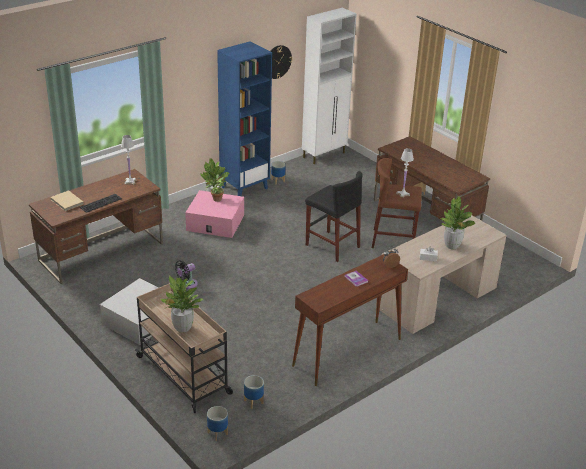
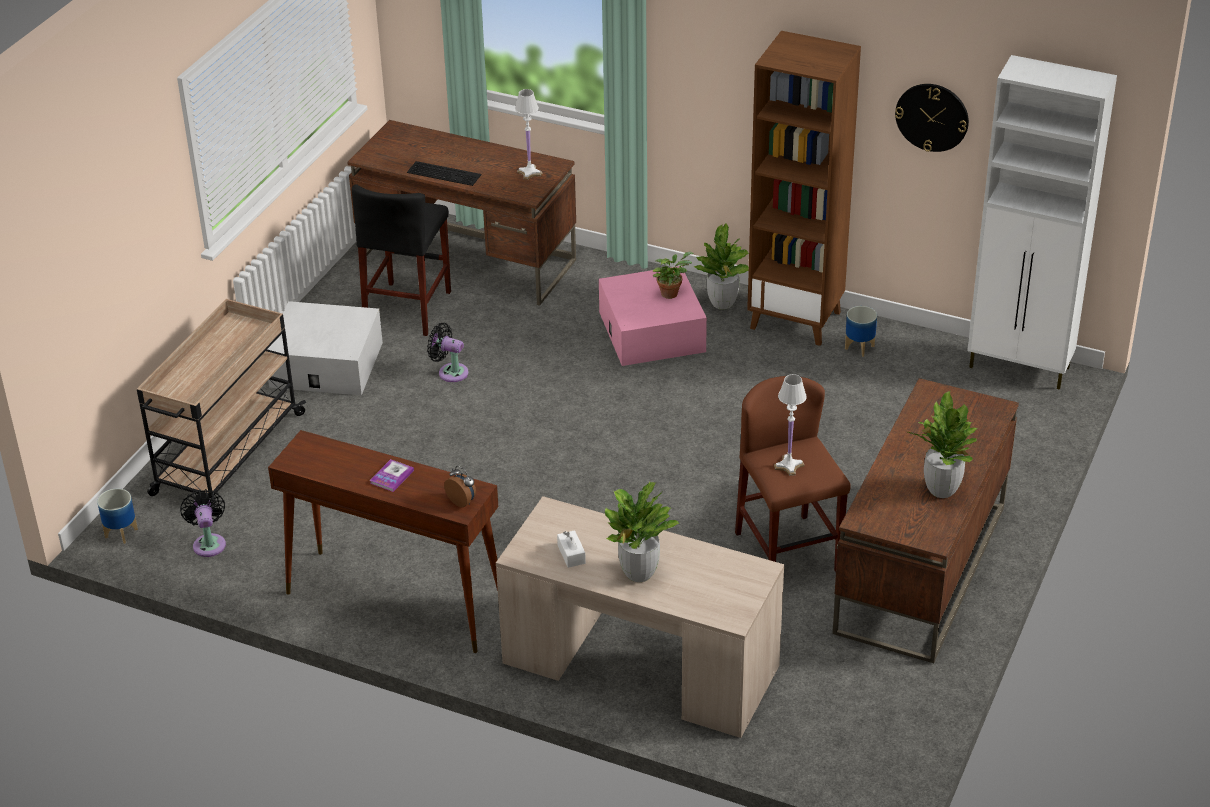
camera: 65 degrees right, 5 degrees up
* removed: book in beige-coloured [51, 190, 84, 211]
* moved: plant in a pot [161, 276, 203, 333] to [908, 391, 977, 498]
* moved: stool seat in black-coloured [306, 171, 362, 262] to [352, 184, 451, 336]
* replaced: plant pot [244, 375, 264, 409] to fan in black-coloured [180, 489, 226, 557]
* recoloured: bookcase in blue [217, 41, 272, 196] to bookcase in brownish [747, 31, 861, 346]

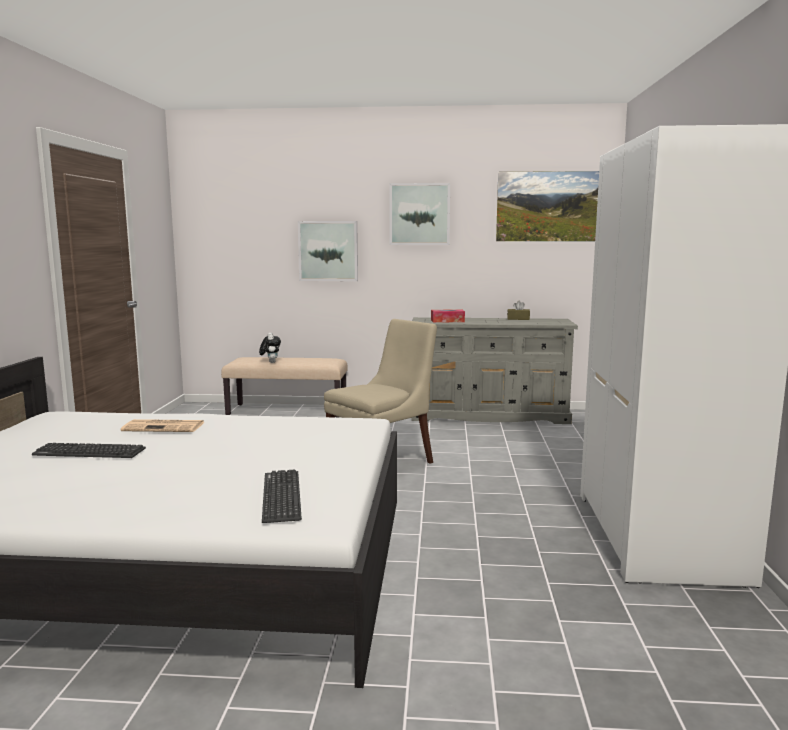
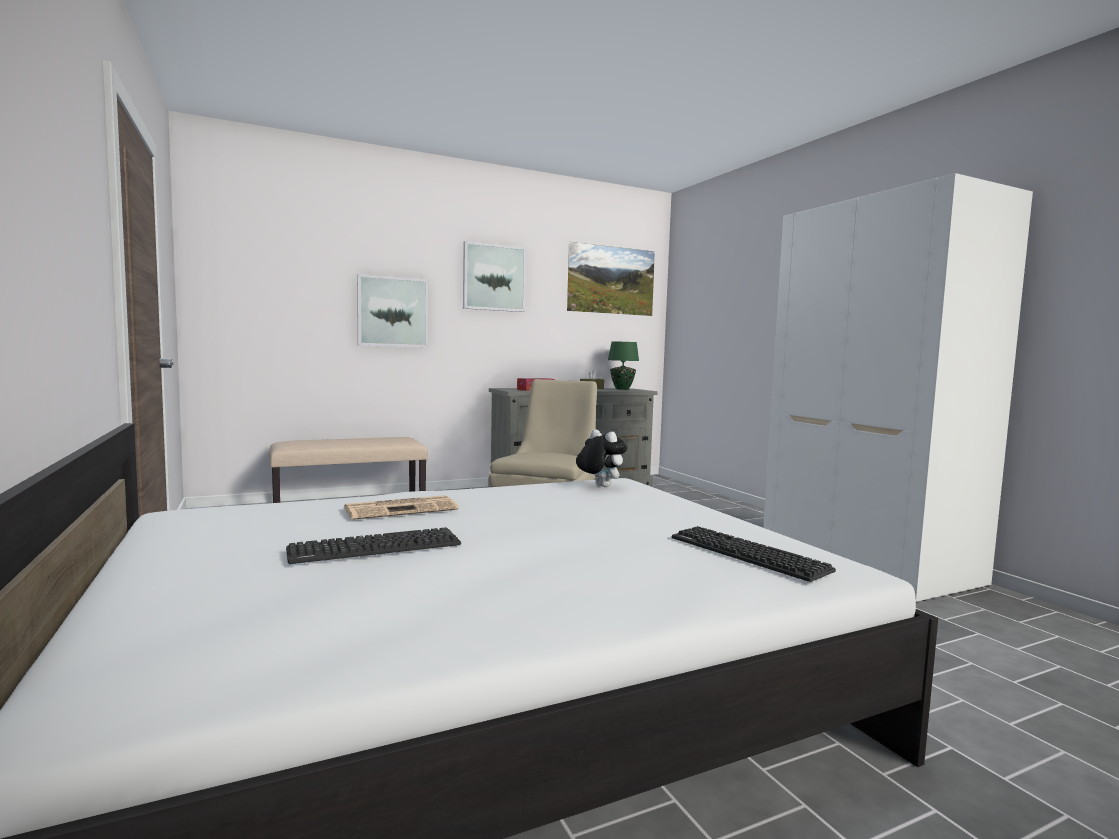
camera: 30 degrees left, 5 degrees down
* added: table lamp in green [608, 342, 639, 390]
* moved: cuddly toy [259, 333, 281, 363] to [576, 429, 627, 487]

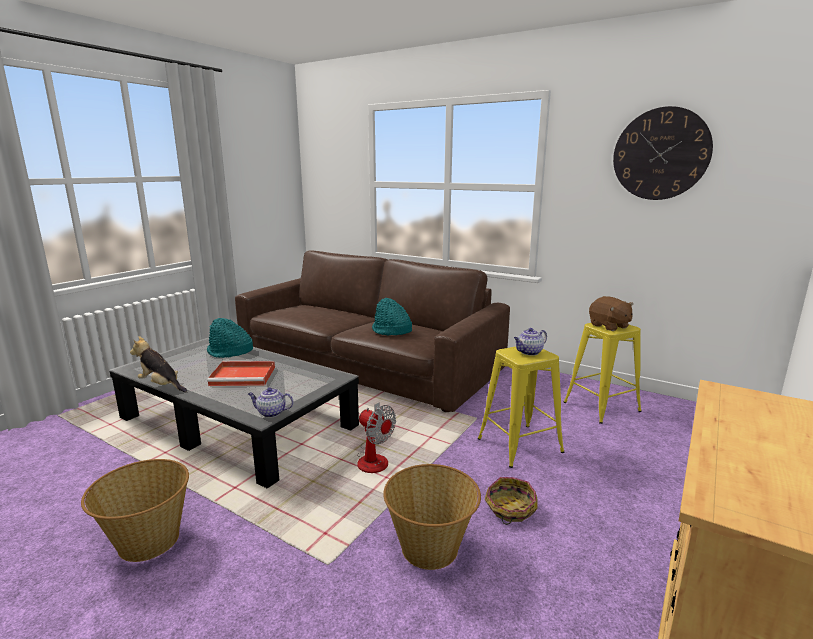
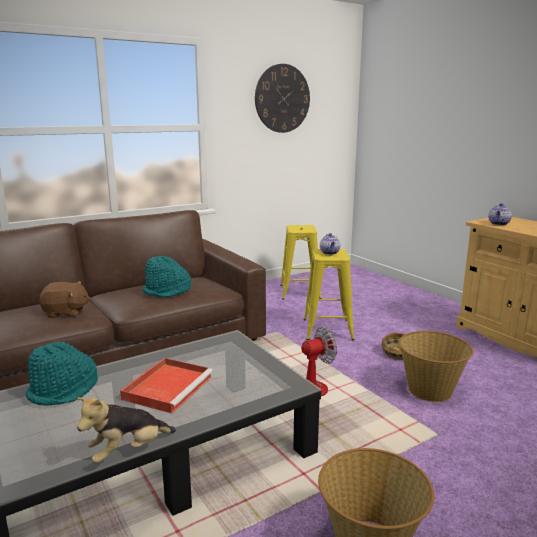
camera: 65 degrees left, 0 degrees up
* moved: teapot [248, 387, 294, 418] to [488, 203, 512, 225]
* moved: cuddly toy in brownish [589, 296, 633, 331] to [39, 281, 91, 318]

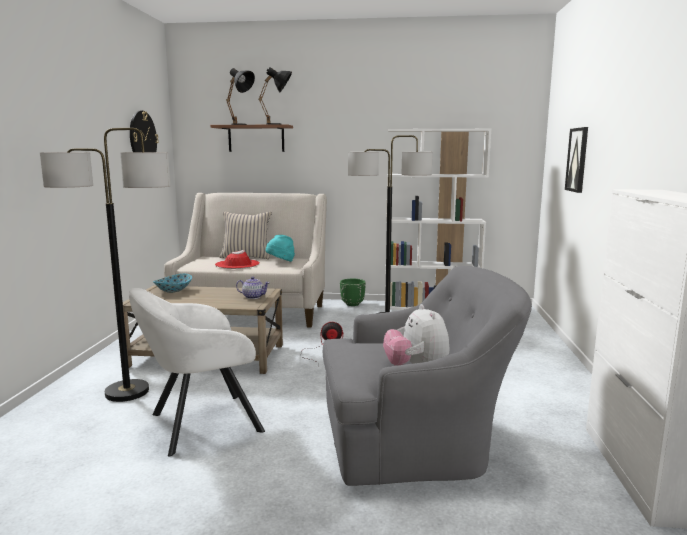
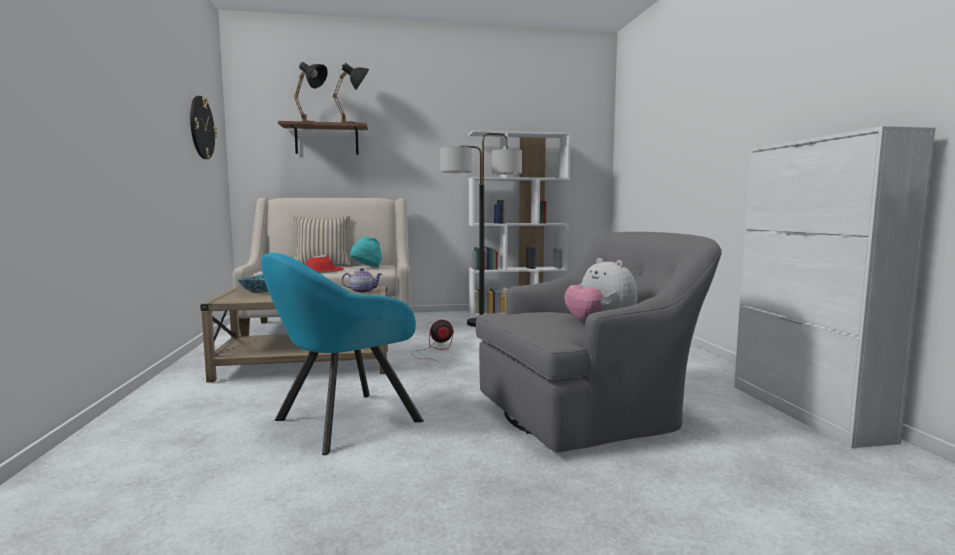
camera: 15 degrees left, 5 degrees down
* removed: floor lamp [40, 128, 170, 402]
* removed: plant pot in green [340, 279, 366, 306]
* removed: picture [565, 127, 588, 193]
* recoloured: easy chair in whitish [129, 288, 265, 456] to easy chair in turquoise-coloured [261, 253, 424, 455]

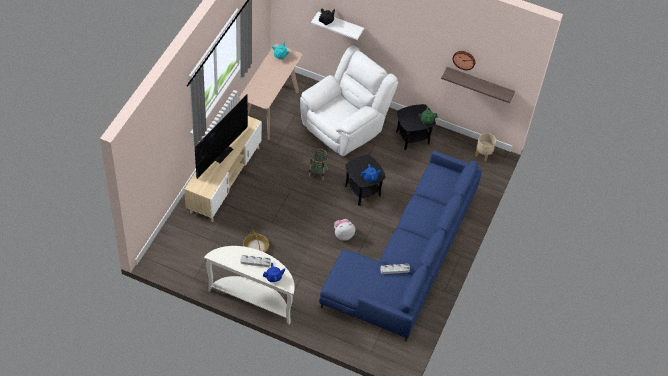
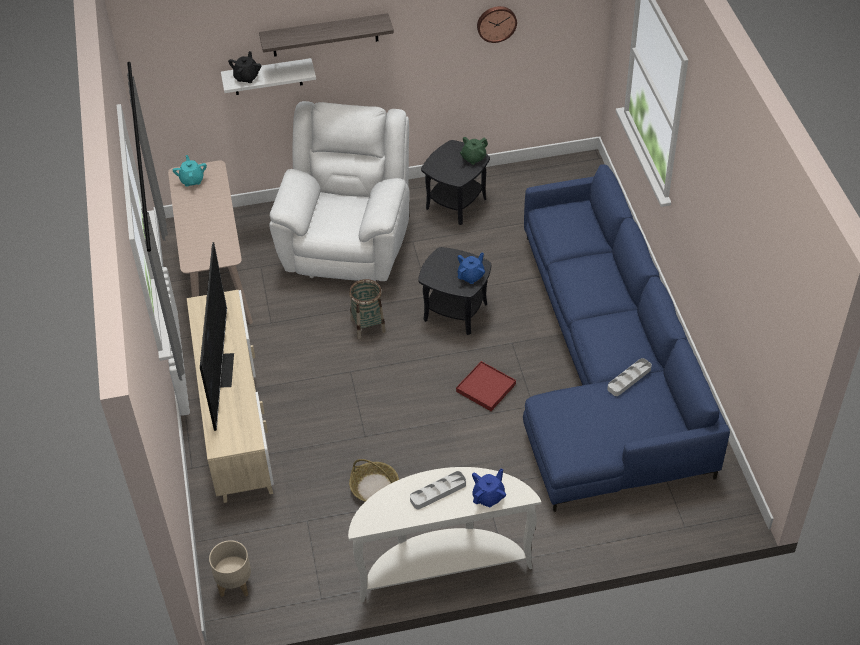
camera: 30 degrees left, 5 degrees down
* moved: wall shelf [441, 67, 515, 103] to [259, 13, 394, 57]
* moved: plant pot in beige-coloured [475, 133, 496, 162] to [209, 540, 251, 597]
* replaced: cuddly toy [334, 219, 355, 241] to tray in reddish [456, 361, 516, 411]

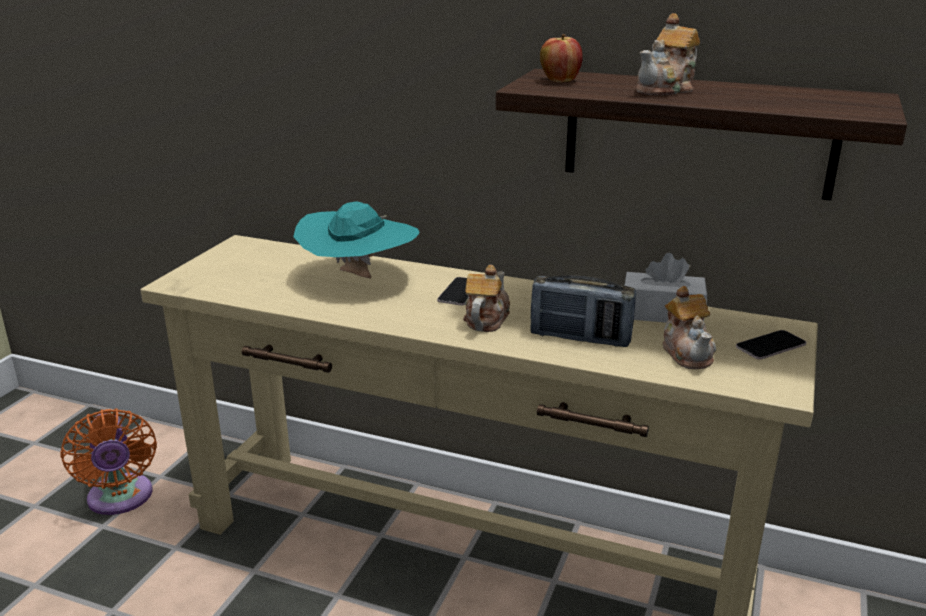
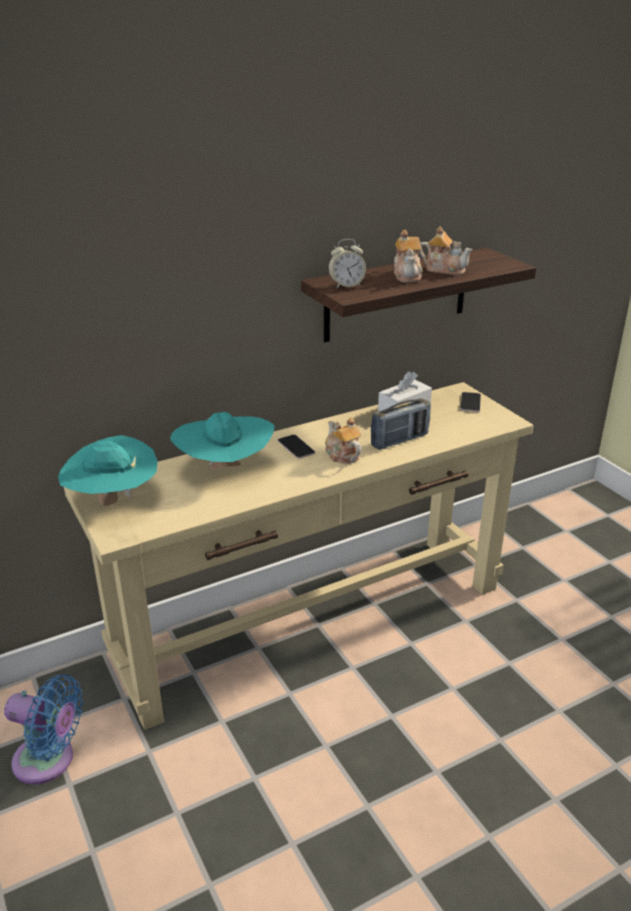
camera: 50 degrees left, 5 degrees up
* added: clothing hat in turquoise-coloured [58, 435, 158, 506]
* moved: teapot [663, 286, 716, 369] to [419, 226, 473, 275]
* replaced: whole apple [540, 34, 583, 82] to bedside clock [328, 239, 366, 289]
* recoloured: fan in orange-coloured [60, 408, 157, 515] to fan in blue [4, 674, 83, 785]

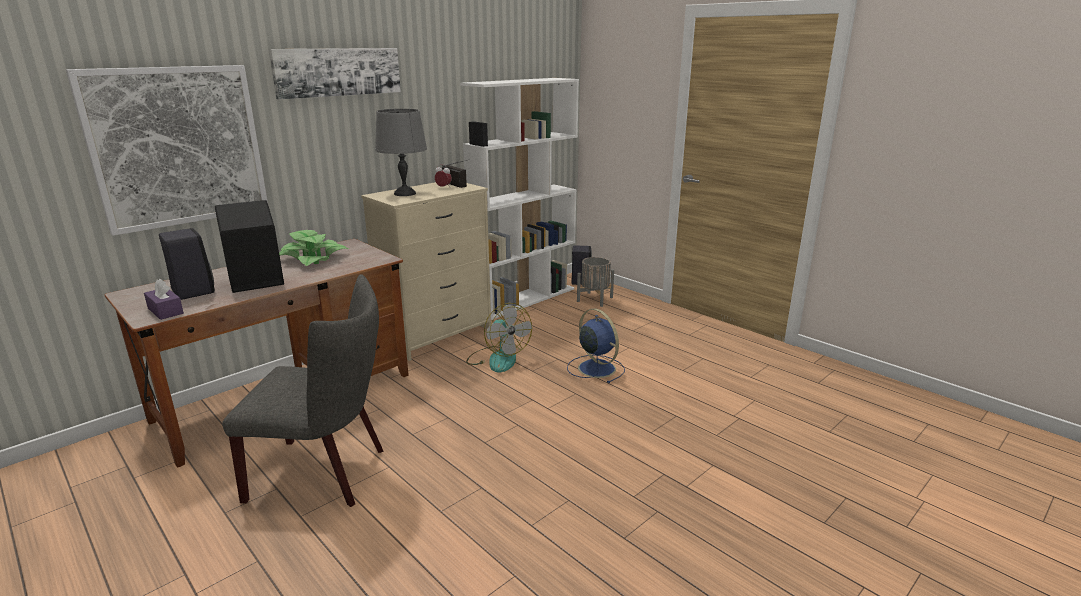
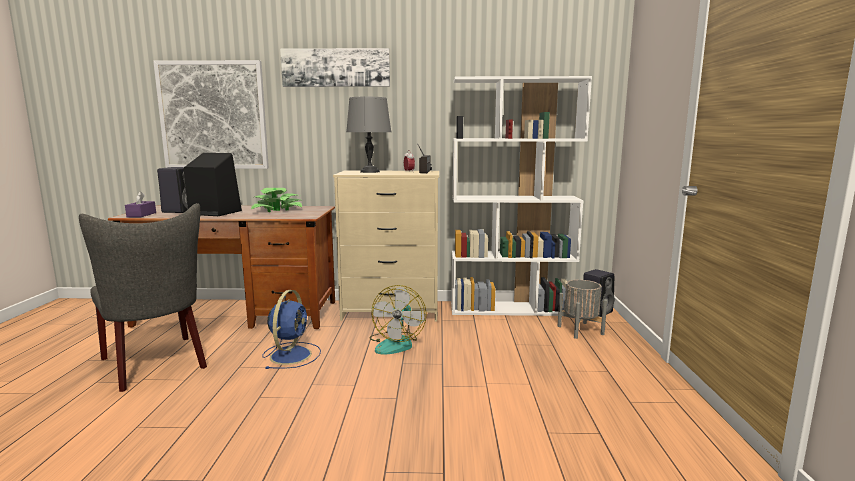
camera: 45 degrees right, 10 degrees down
* moved: fan in blue [567, 308, 625, 383] to [262, 290, 321, 369]

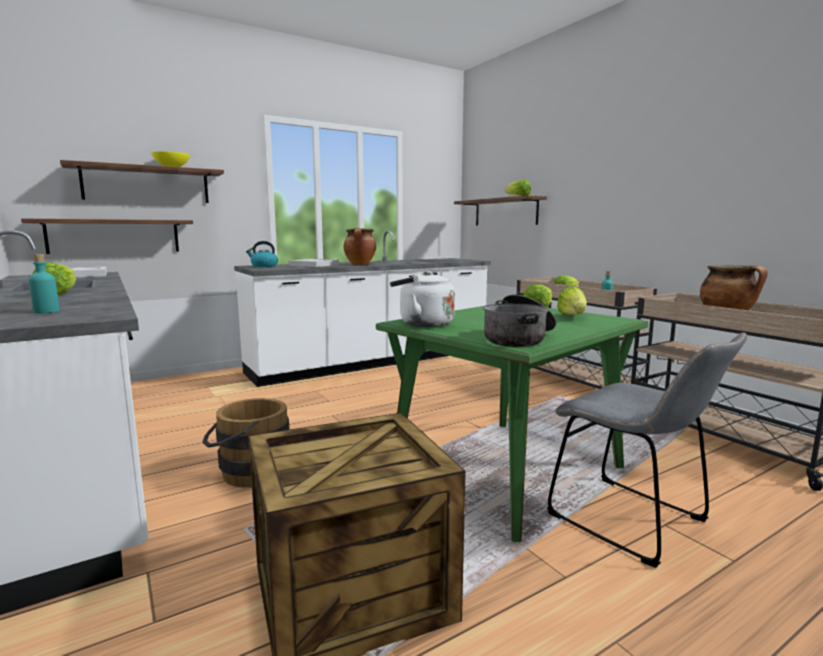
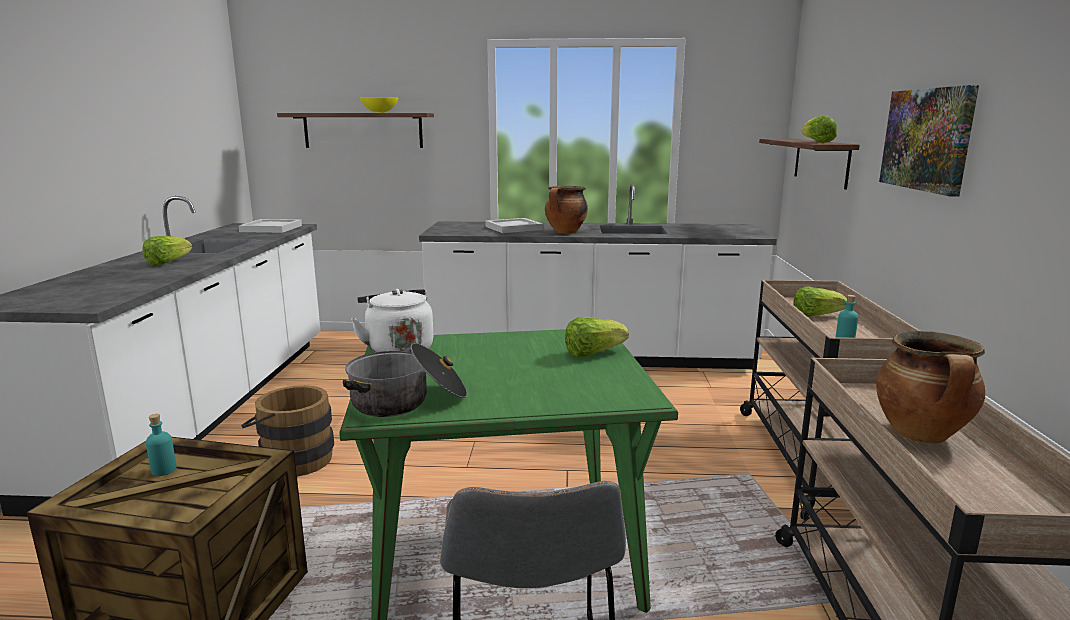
camera: 35 degrees right, 5 degrees up
* removed: wall shelf [21, 219, 193, 254]
* removed: tea kettle [246, 241, 278, 267]
* removed: lettuce head [557, 286, 587, 315]
* added: picture [879, 85, 979, 196]
* moved: beverage bottle in turquoise-coloured [29, 254, 60, 313] to [146, 414, 177, 476]

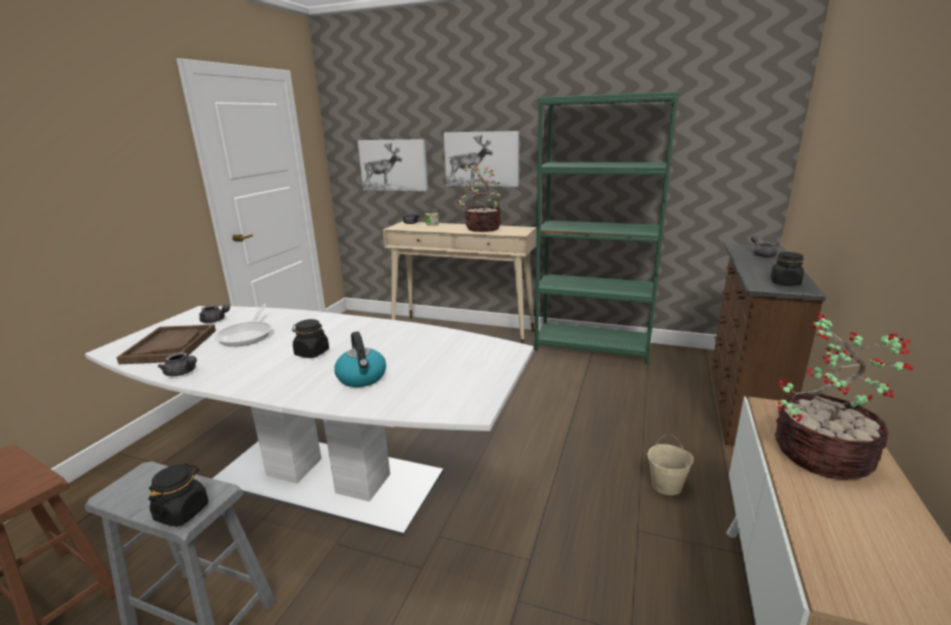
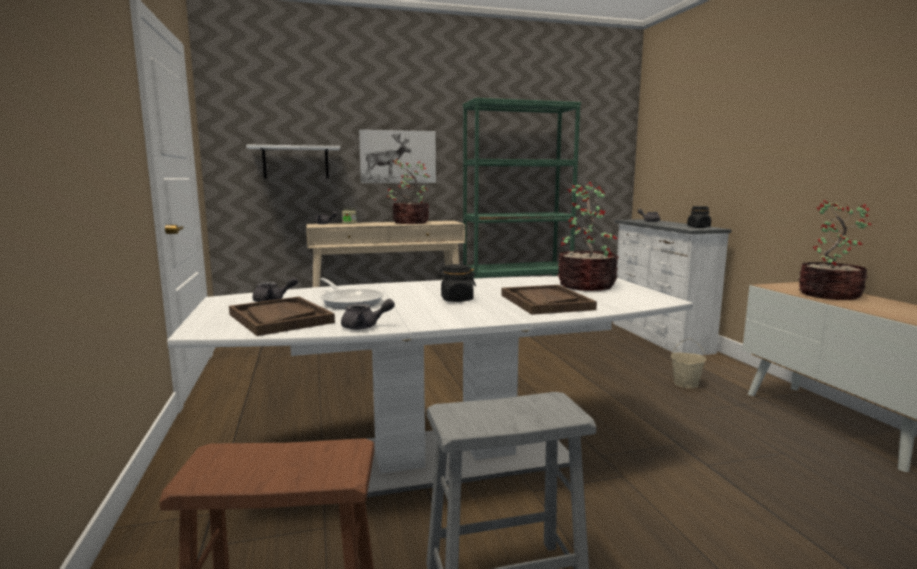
camera: 35 degrees left, 10 degrees down
* removed: jar in black-coloured [148, 464, 208, 527]
* added: plant in a pot [558, 182, 619, 291]
* replaced: tea kettle [334, 331, 386, 387] to tray in brownish [501, 285, 597, 315]
* replaced: picture [358, 139, 428, 191] to wall shelf in whitish [246, 145, 341, 178]
* recoloured: chest of drawers in brownish [711, 244, 826, 446] to chest of drawers in whitish [613, 219, 732, 355]

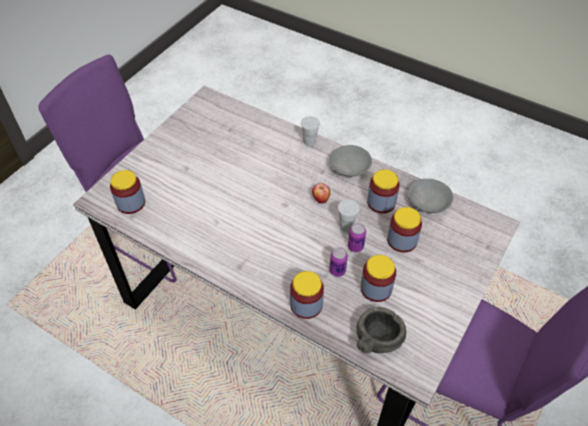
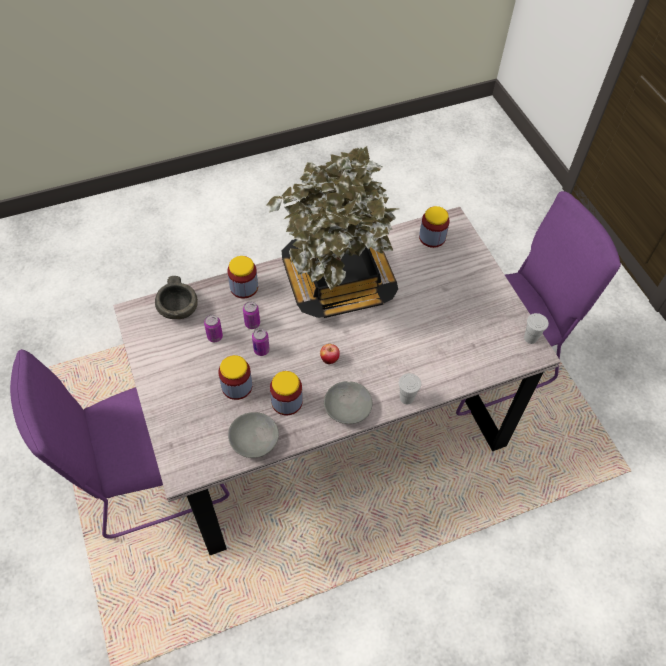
camera: 125 degrees right, 5 degrees up
* added: plant in a pot [266, 146, 399, 318]
* moved: cup in whitish [338, 199, 360, 231] to [524, 313, 549, 344]
* replaced: jar [361, 255, 396, 302] to can [204, 315, 223, 342]

